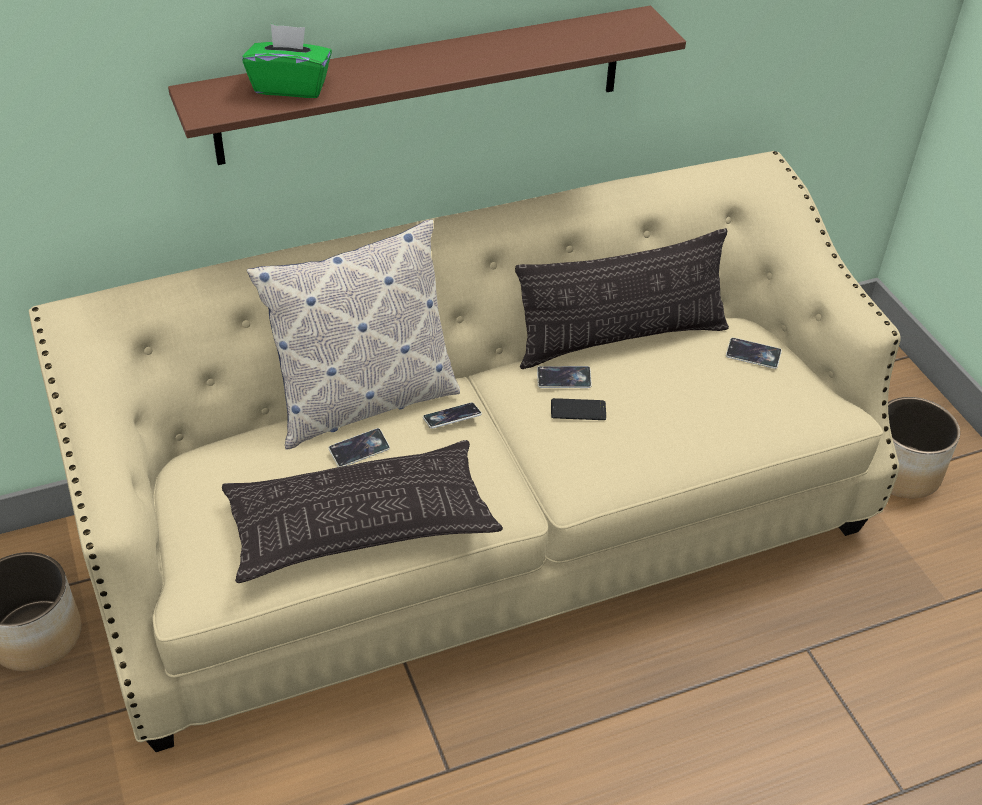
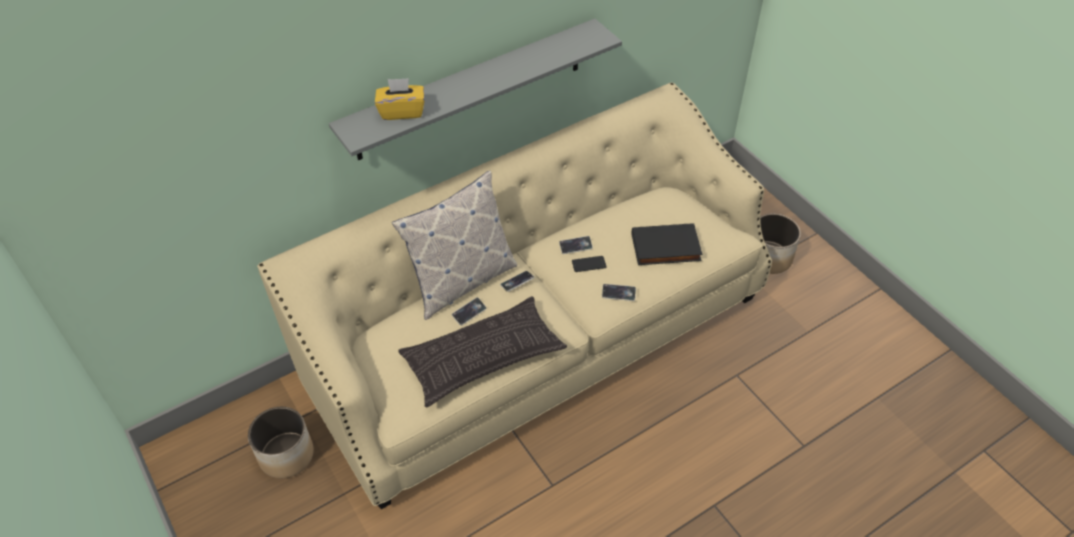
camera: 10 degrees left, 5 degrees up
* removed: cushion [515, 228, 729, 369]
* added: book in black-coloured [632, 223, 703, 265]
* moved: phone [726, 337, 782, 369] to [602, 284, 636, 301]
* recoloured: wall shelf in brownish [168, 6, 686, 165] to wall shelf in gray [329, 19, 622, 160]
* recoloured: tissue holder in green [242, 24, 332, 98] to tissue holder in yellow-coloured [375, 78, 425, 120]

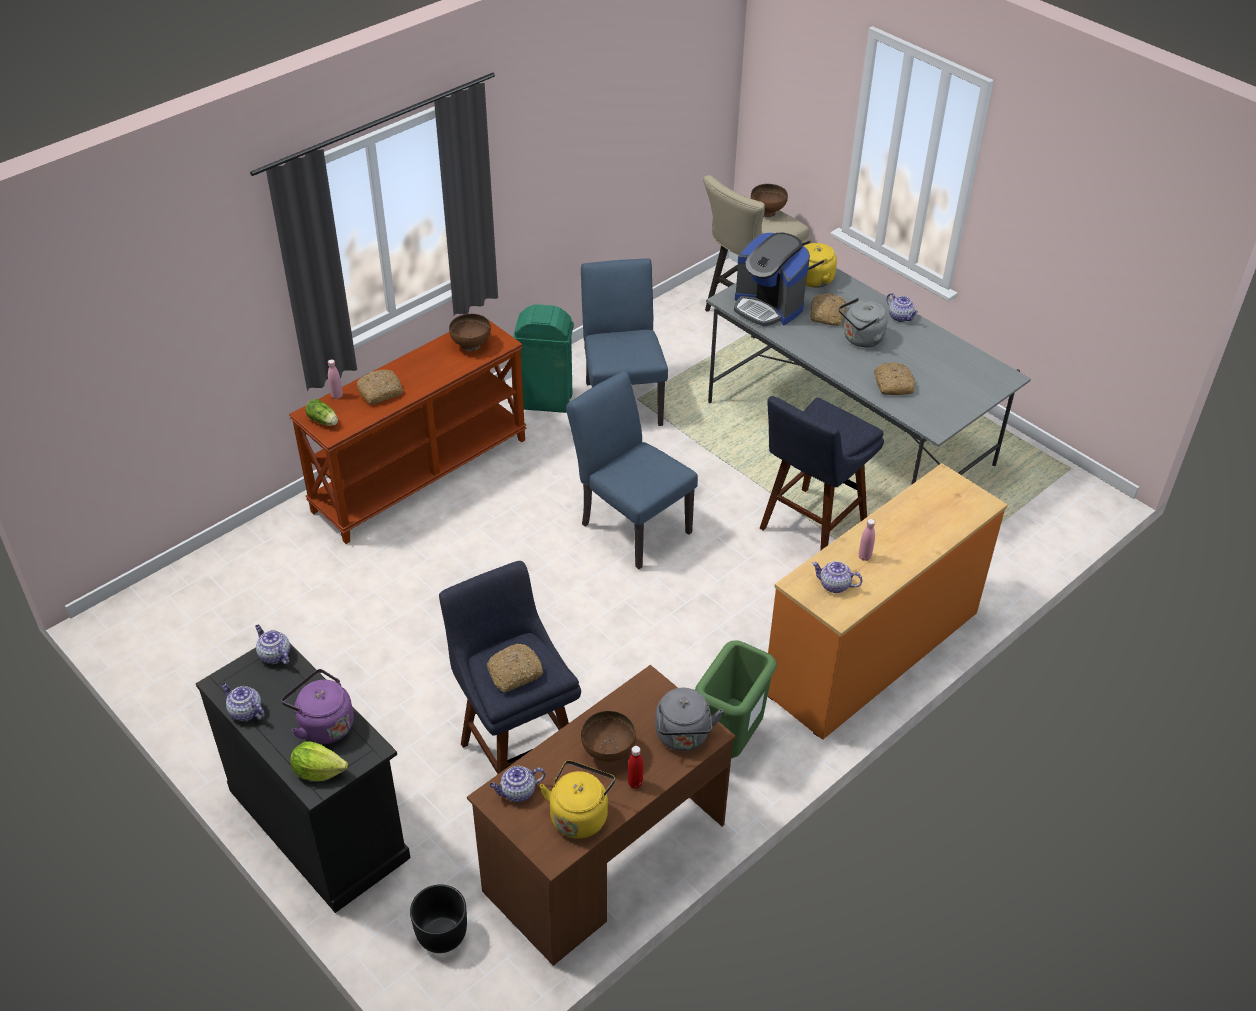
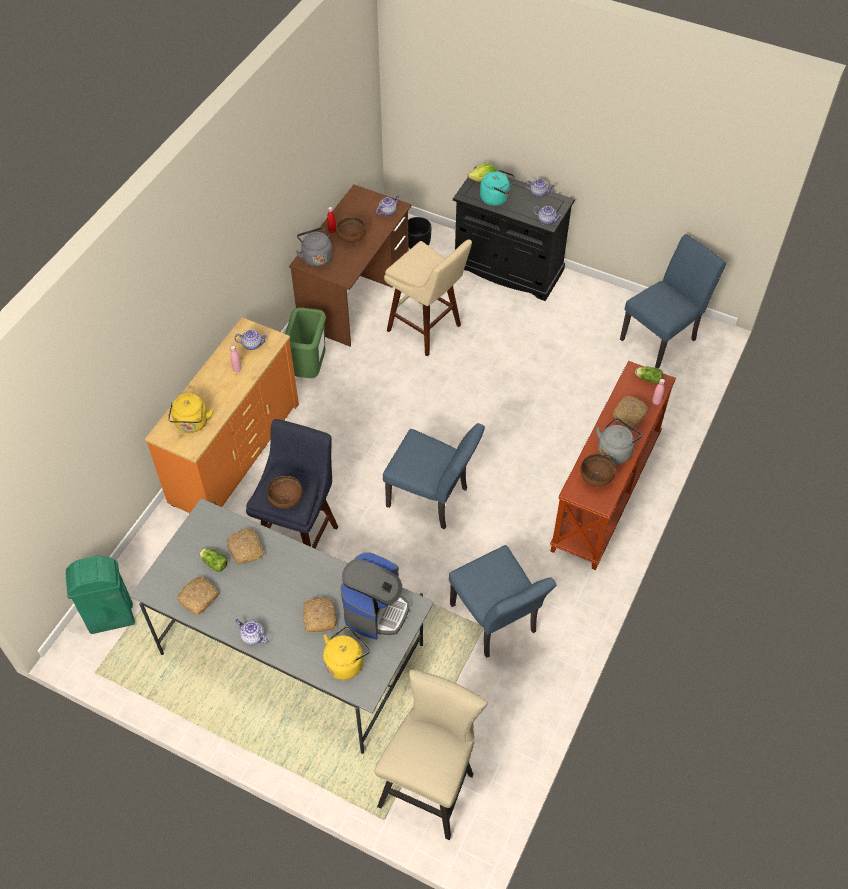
camera: 160 degrees right, 10 degrees up
* added: lettuce head [200, 548, 228, 572]
* added: upright chair in blue [620, 234, 726, 368]
* moved: baked bread [487, 643, 543, 692] to [177, 577, 219, 615]
* moved: trash can in green [513, 304, 574, 413] to [65, 556, 135, 634]
* moved: tea kettle in yellow-coloured [540, 760, 615, 839] to [168, 393, 213, 433]
* moved: serving bowl in brownish [751, 184, 788, 217] to [267, 476, 303, 509]
* moved: tea kettle in gray [839, 298, 888, 347] to [596, 418, 642, 465]
* recoloured: tea kettle in purplish [281, 669, 354, 744] to tea kettle in turquoise-coloured [480, 169, 514, 206]
* recoloured: stool seat in blue [439, 561, 581, 775] to stool seat in beige-coloured [384, 239, 472, 356]
* turned: coffee brewer [734, 232, 810, 326] = [341, 552, 410, 640] 90 degrees clockwise

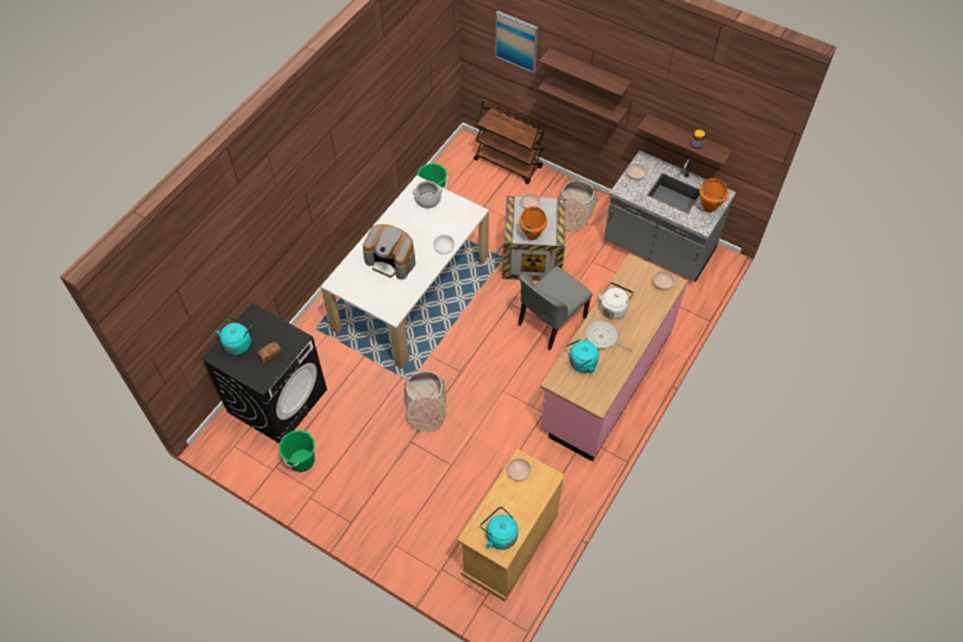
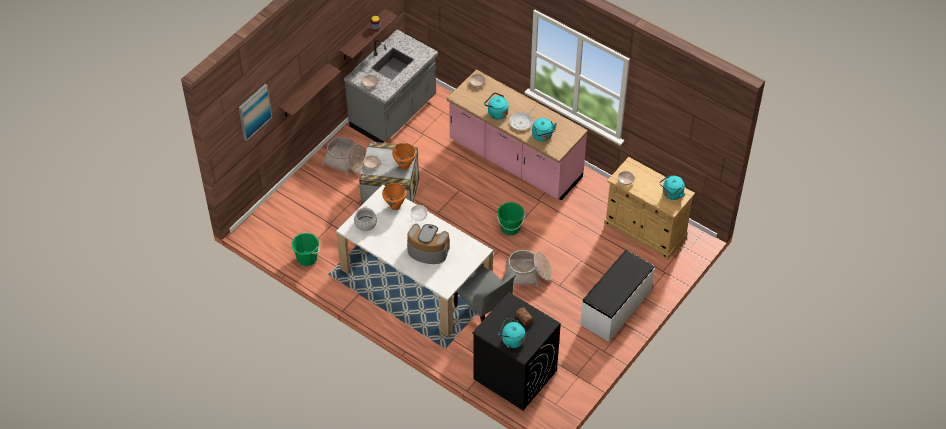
camera: 85 degrees left, 5 degrees down
* removed: trolley in brownish [474, 100, 545, 184]
* removed: wall shelf [539, 48, 631, 97]
* added: long seat in whitish [580, 250, 655, 342]
* moved: water bucket in green [279, 430, 315, 472] to [497, 202, 525, 235]
* moved: upright chair in gray [518, 266, 592, 350] to [454, 263, 516, 322]
* moved: cooking pot in orange-coloured [699, 178, 728, 213] to [382, 183, 407, 210]
* recoloured: tea kettle in whitish [597, 282, 634, 319] to tea kettle in turquoise-coloured [484, 92, 509, 119]
* turned: coffee brewer [363, 224, 416, 280] = [407, 224, 450, 264] 105 degrees counterclockwise

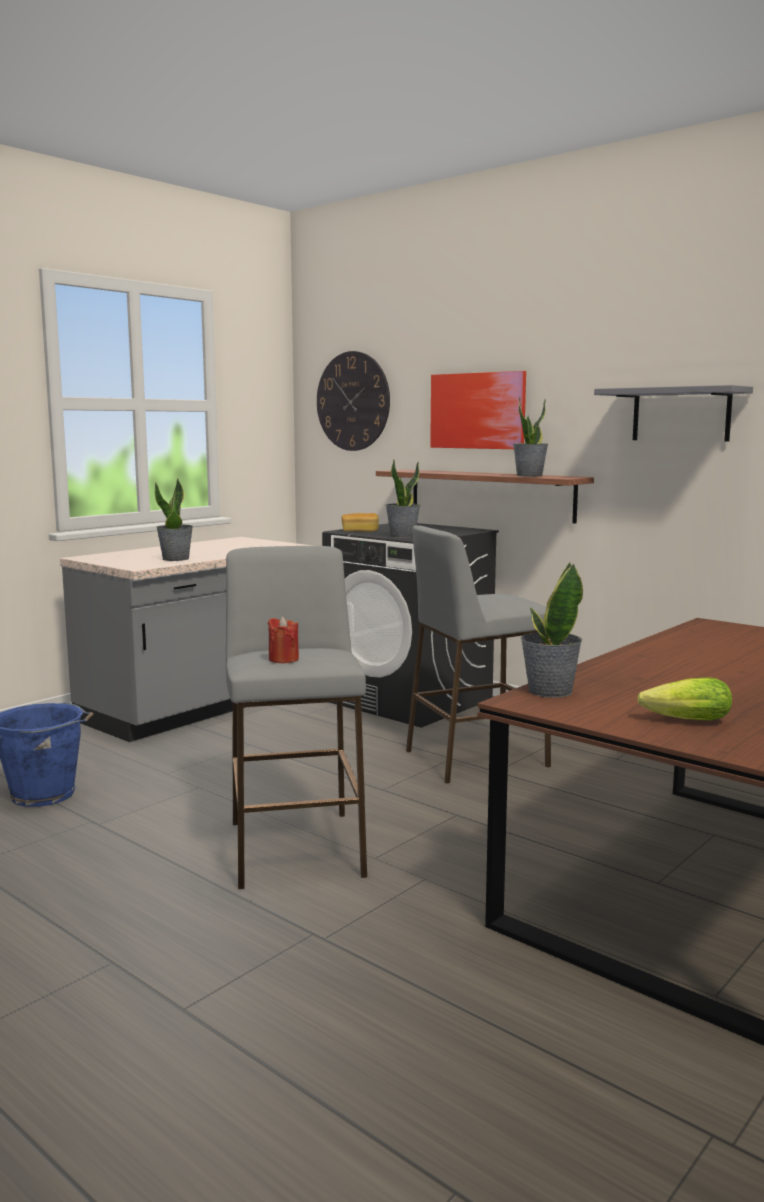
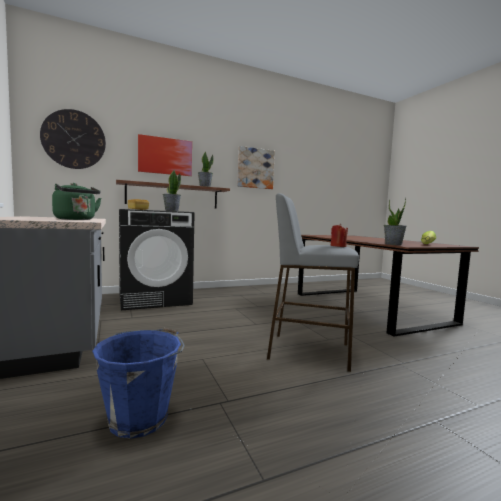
camera: 65 degrees left, 5 degrees down
* removed: stool seat in gray [406, 525, 551, 784]
* replaced: plant in a pot [155, 479, 193, 561] to tea kettle in green [52, 183, 101, 220]
* replaced: wall shelf in gray [594, 385, 753, 441] to picture [237, 146, 275, 189]

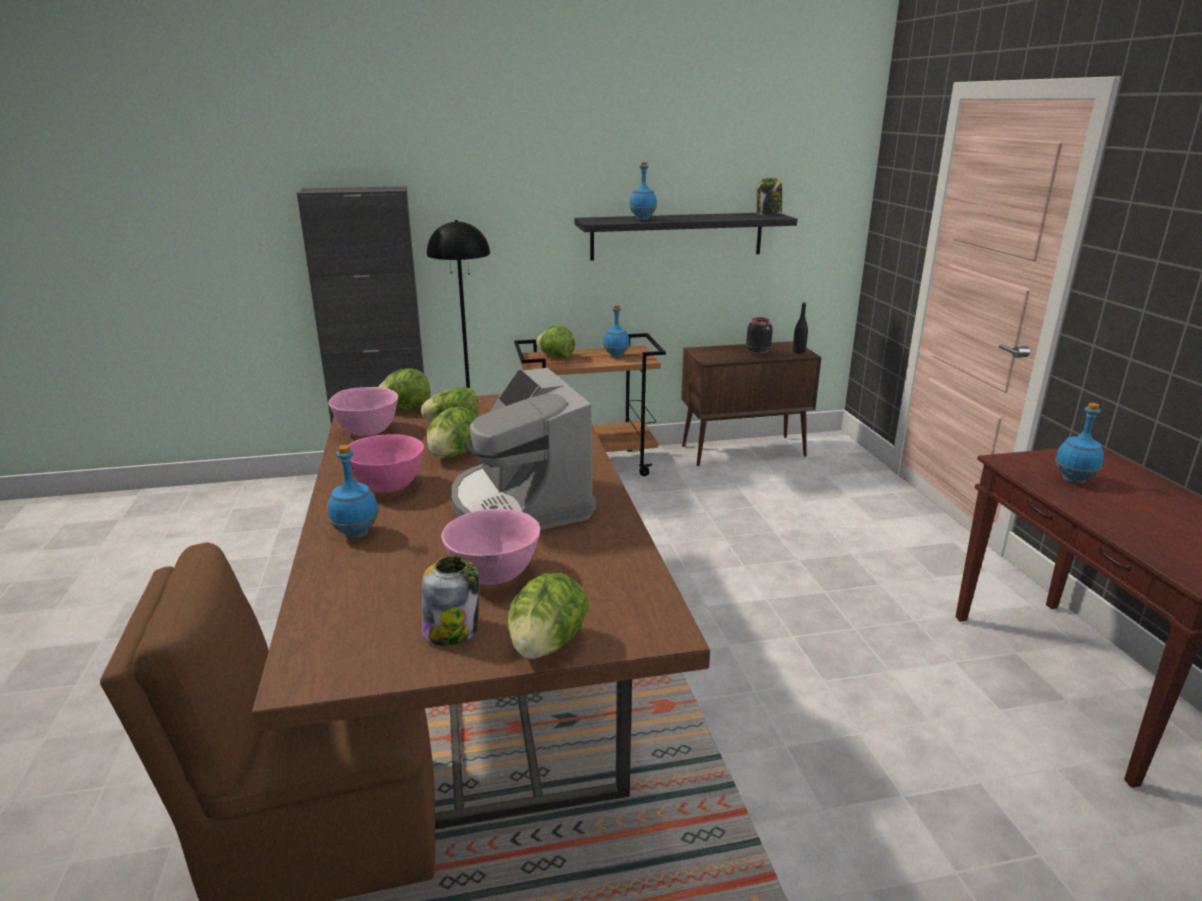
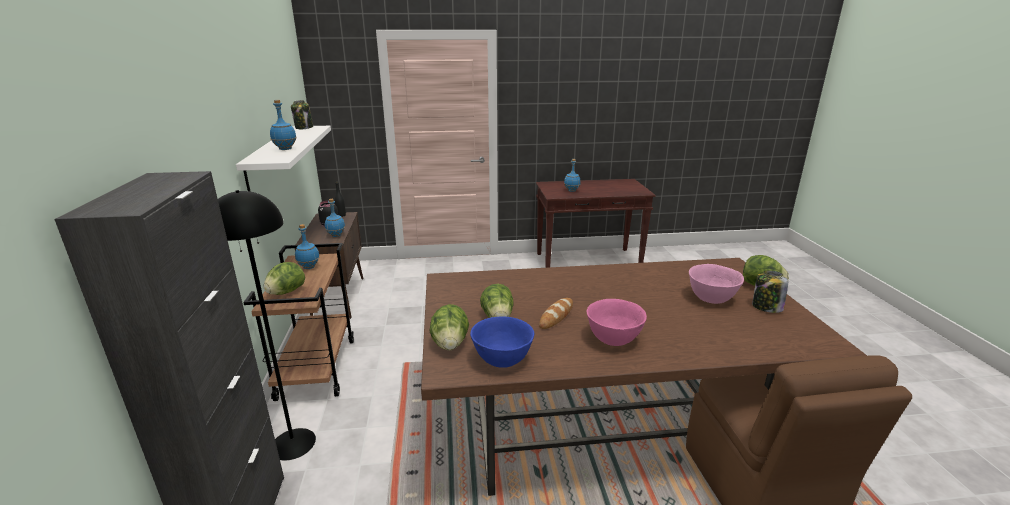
camera: 85 degrees left, 0 degrees up
* removed: coffee brewer [451, 368, 596, 530]
* moved: beverage bottle in blue [328, 445, 379, 539] to [325, 199, 345, 237]
* replaced: lettuce head [427, 407, 477, 458] to baked bread [539, 298, 573, 329]
* recoloured: serving bowl in pinkish [328, 387, 398, 436] to serving bowl in blue [470, 317, 534, 368]
* recoloured: wall shelf in black-coloured [574, 213, 797, 261] to wall shelf in whitish [236, 126, 331, 192]

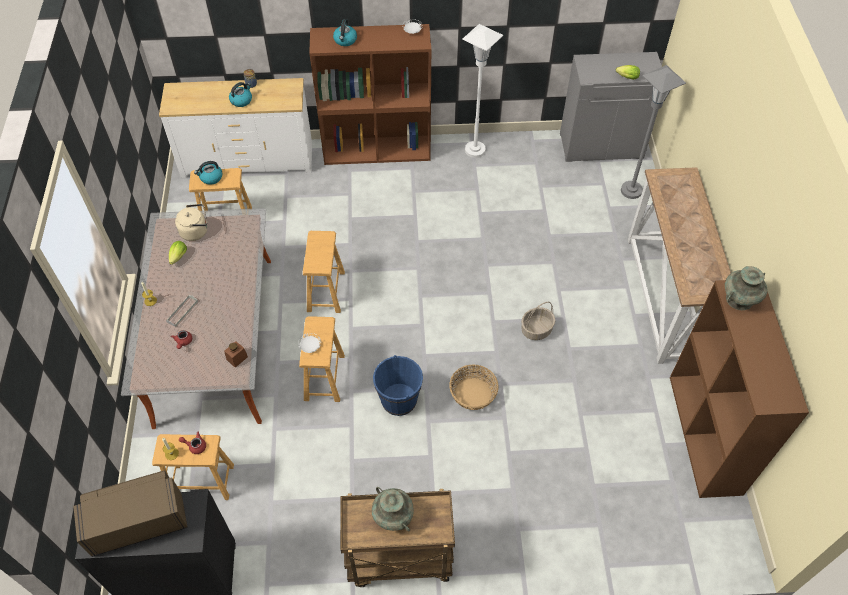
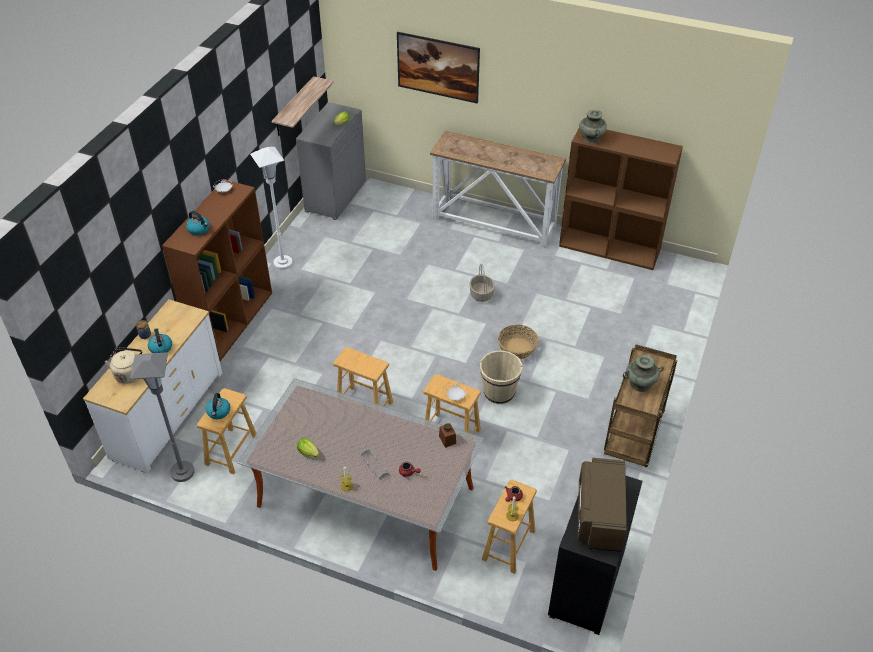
camera: 65 degrees left, 10 degrees down
* added: wall shelf [271, 76, 334, 136]
* added: picture [397, 32, 480, 104]
* moved: tea kettle in beige-coloured [175, 204, 207, 241] to [105, 347, 142, 384]
* moved: floor lamp in gray [621, 65, 686, 199] to [130, 352, 195, 482]
* recoloured: water bucket in blue [373, 355, 423, 416] to water bucket in beige-coloured [480, 351, 522, 404]

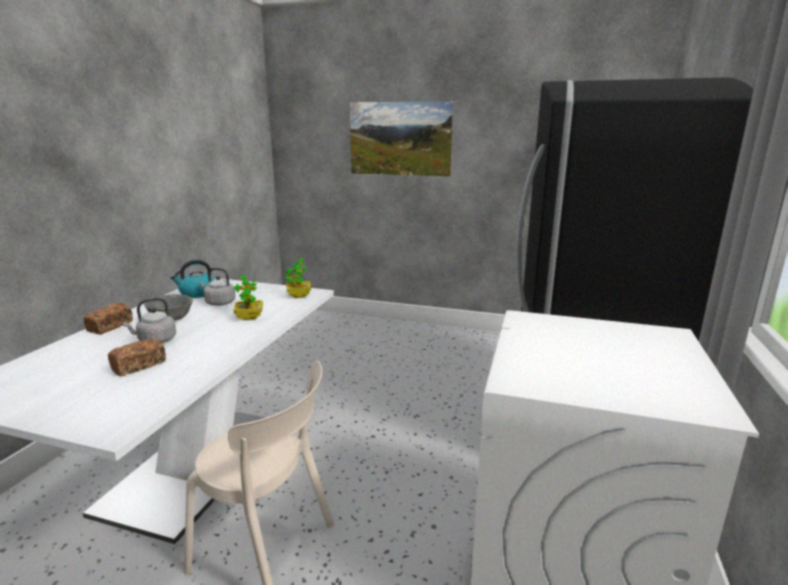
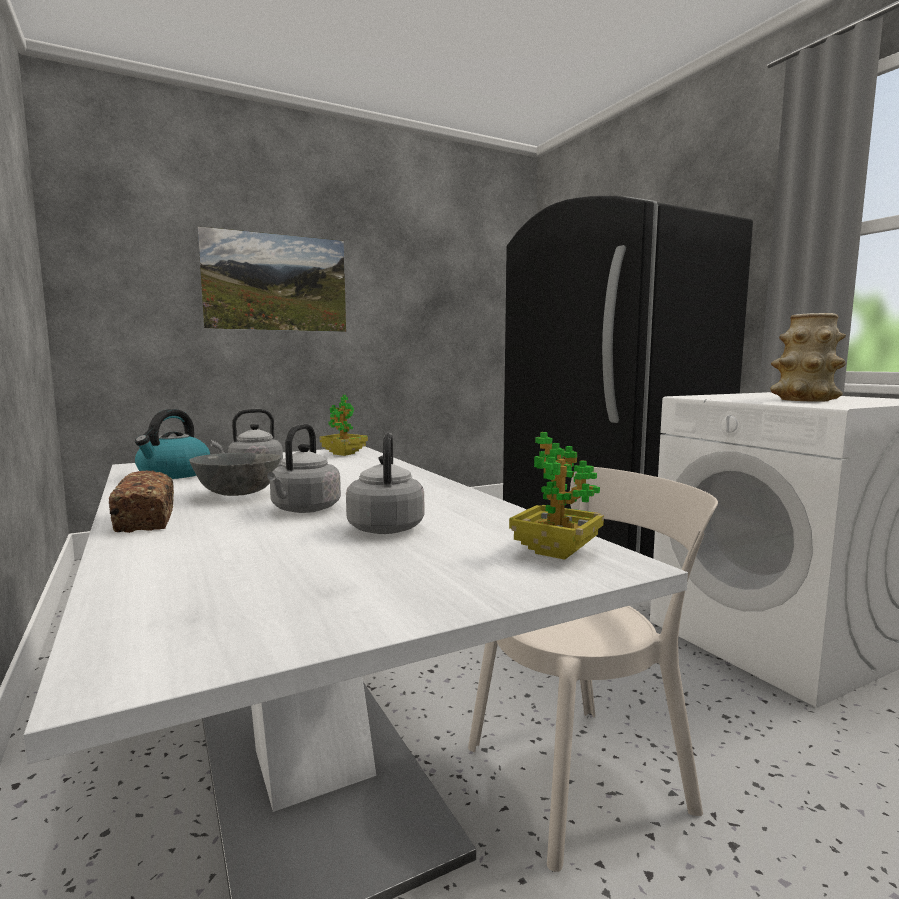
camera: 45 degrees left, 10 degrees down
* added: flower vase [770, 313, 846, 402]
* moved: plant in a pot [233, 275, 263, 320] to [509, 432, 604, 560]
* replaced: baked bread [108, 339, 166, 376] to tea kettle in gray [346, 433, 424, 534]

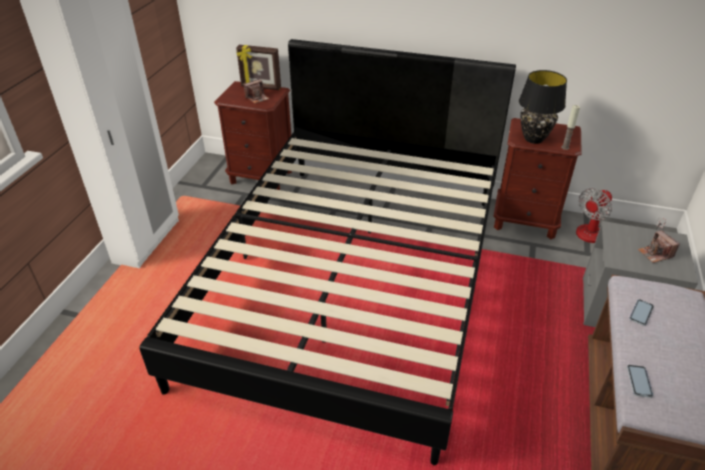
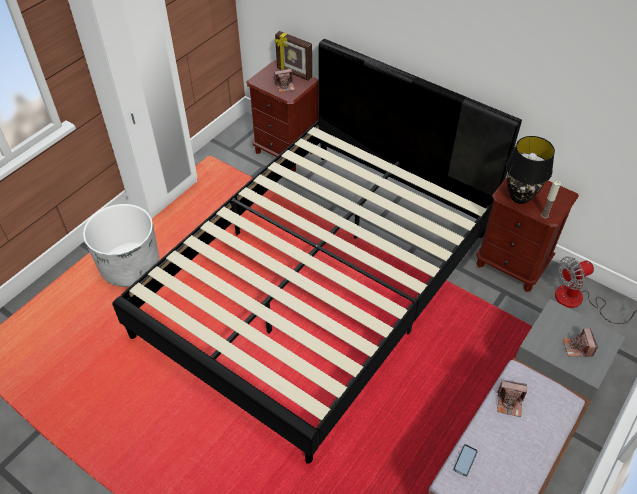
camera: 20 degrees right, 10 degrees up
* added: plant pot in whitish [83, 204, 159, 287]
* replaced: phone [629, 299, 654, 326] to still camera [497, 380, 527, 417]

